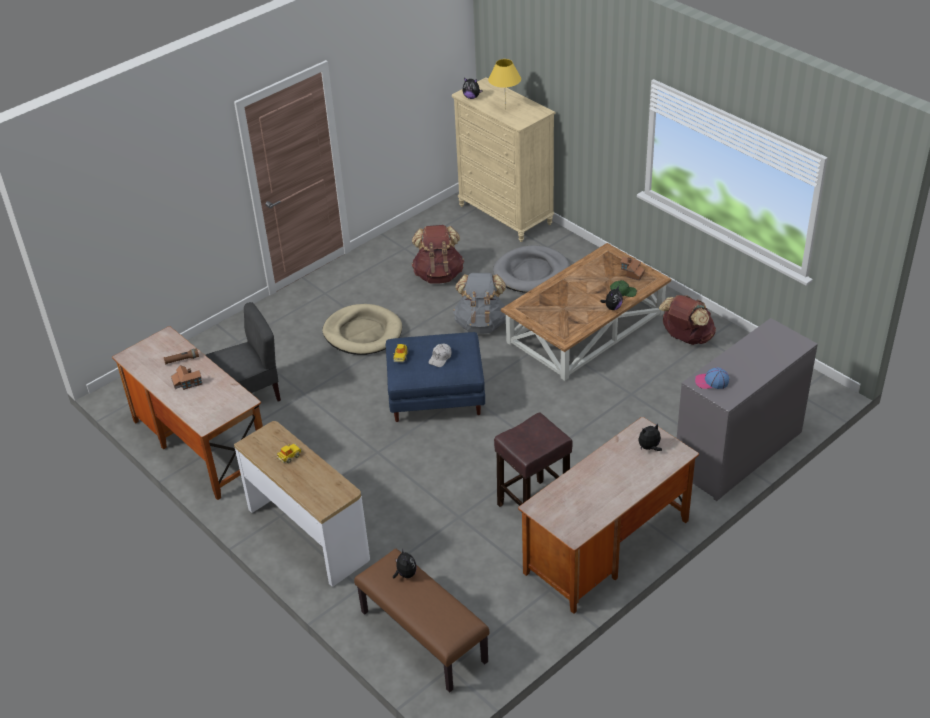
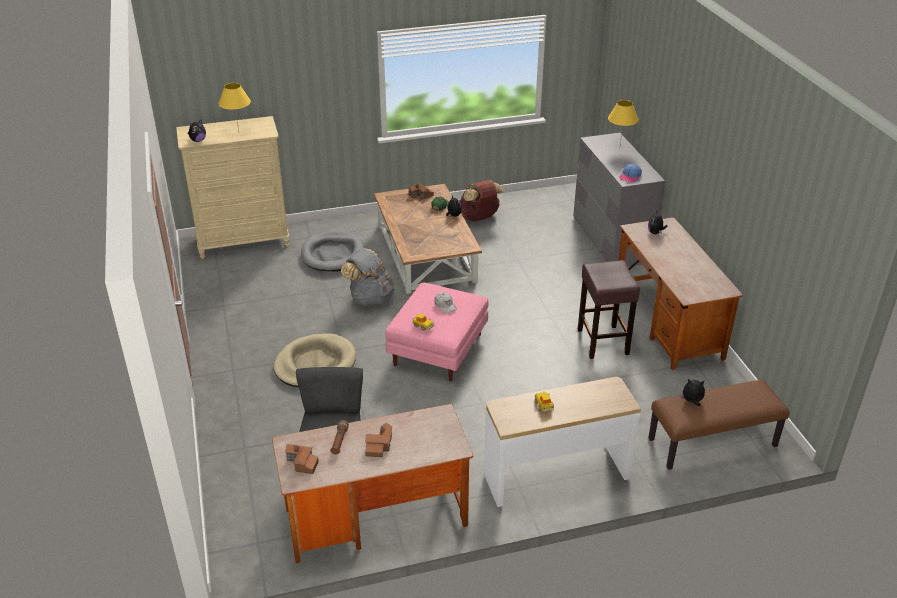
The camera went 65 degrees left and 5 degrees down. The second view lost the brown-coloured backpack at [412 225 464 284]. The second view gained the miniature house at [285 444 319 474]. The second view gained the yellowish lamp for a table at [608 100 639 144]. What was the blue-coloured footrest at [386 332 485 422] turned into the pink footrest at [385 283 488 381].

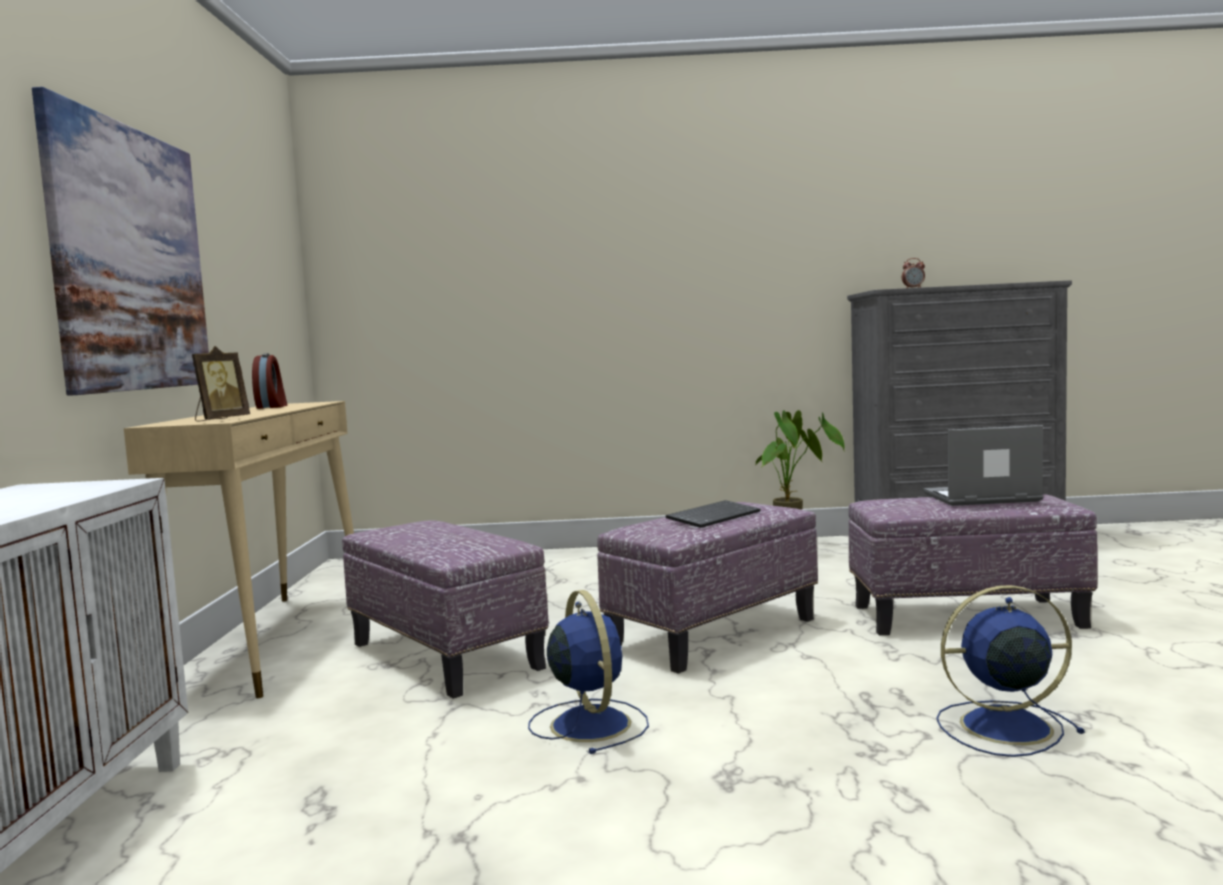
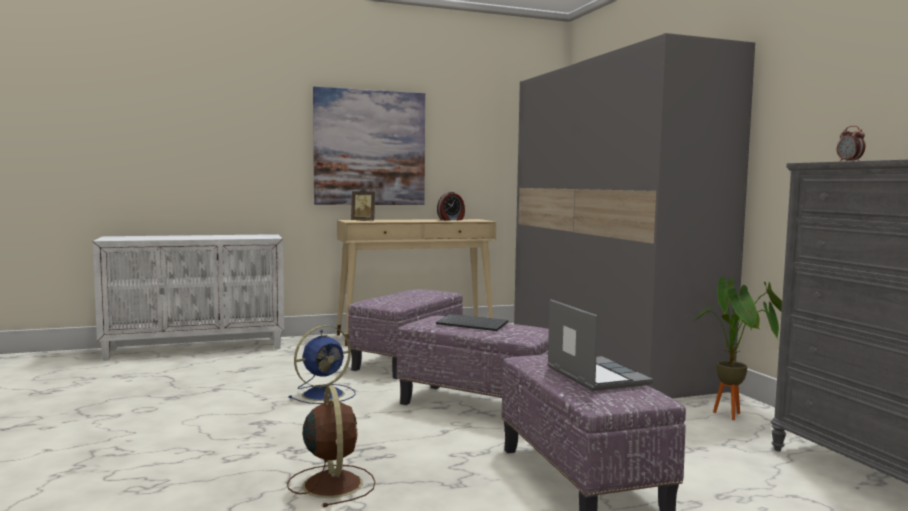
The camera went 70 degrees right and 0 degrees up. The second view gained the gray armoire at [514 33 755 398]. What was the blue-coloured fan at [936 585 1085 757] turned into the brown-coloured fan at [287 386 375 507].

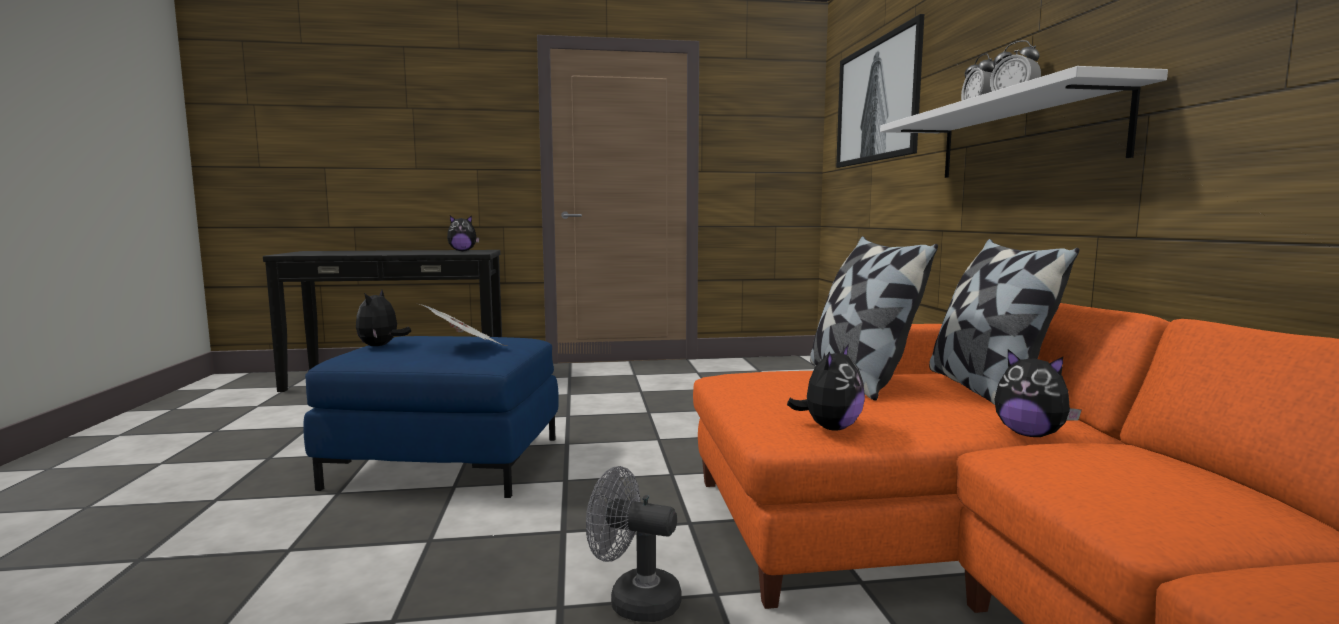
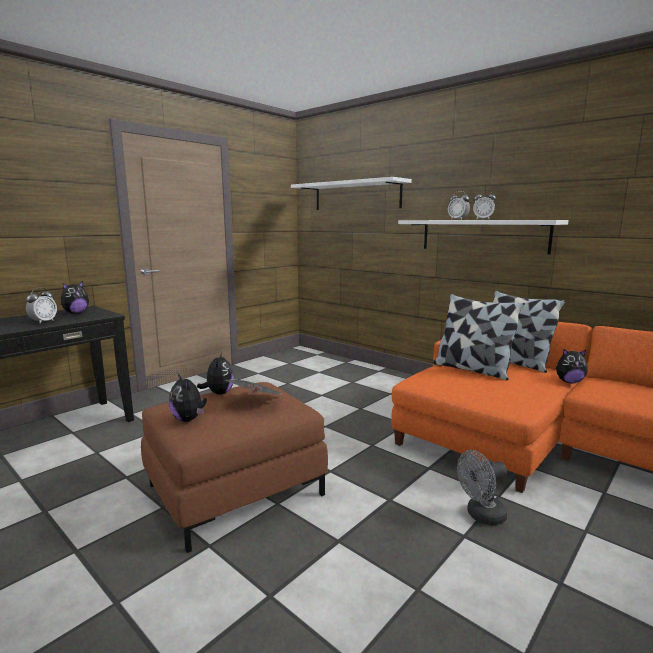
The camera went 40 degrees left and 5 degrees up. The second view gained the alarm clock at [26 287 57 323]. The plush toy ended up elsewhere, having gone from [787 344 865 430] to [197 352 234 395]. Where the wall art hung at [836 14 924 168], the white-coloured bracket shelf came to hang at [291 177 412 210]. What was the blue-coloured footrest at [303 336 559 498] turned into the brown-coloured footrest at [141 382 328 553].

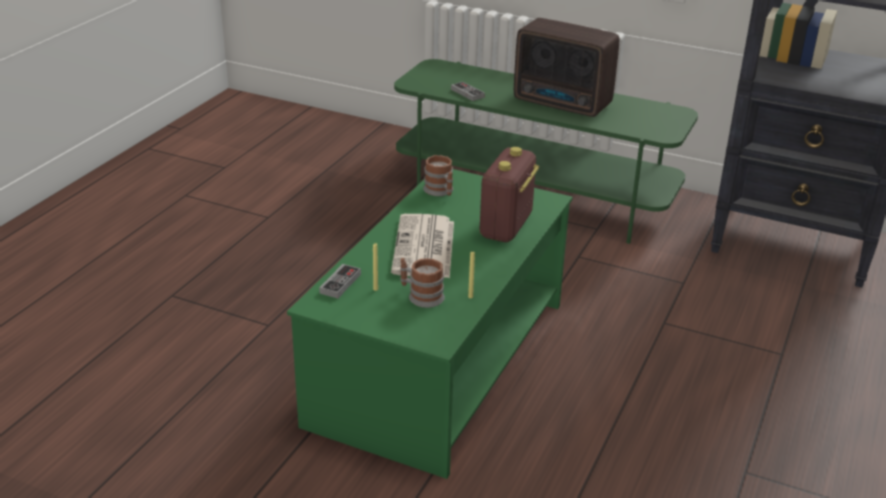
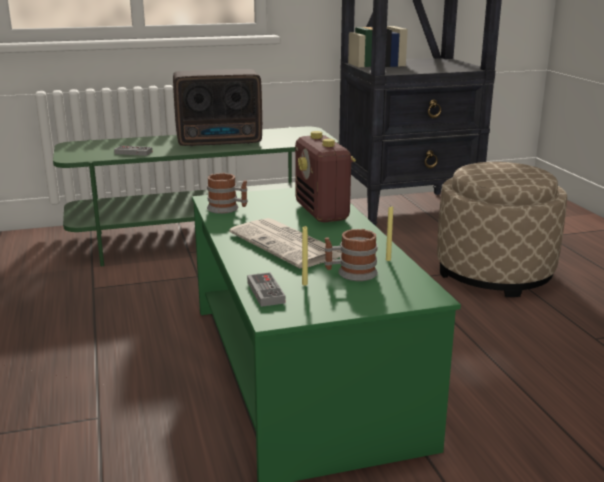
The camera went 40 degrees left and 10 degrees down. The second view gained the beige-coloured footrest at [437 162 567 297].

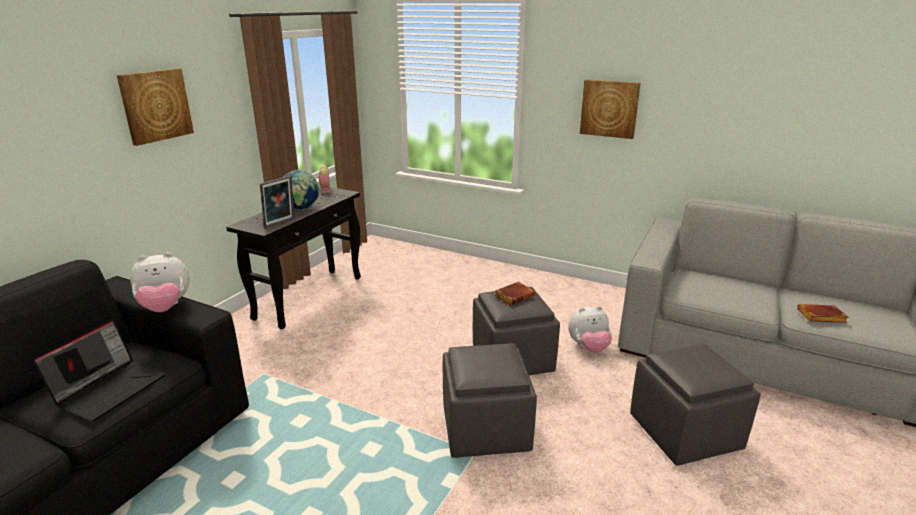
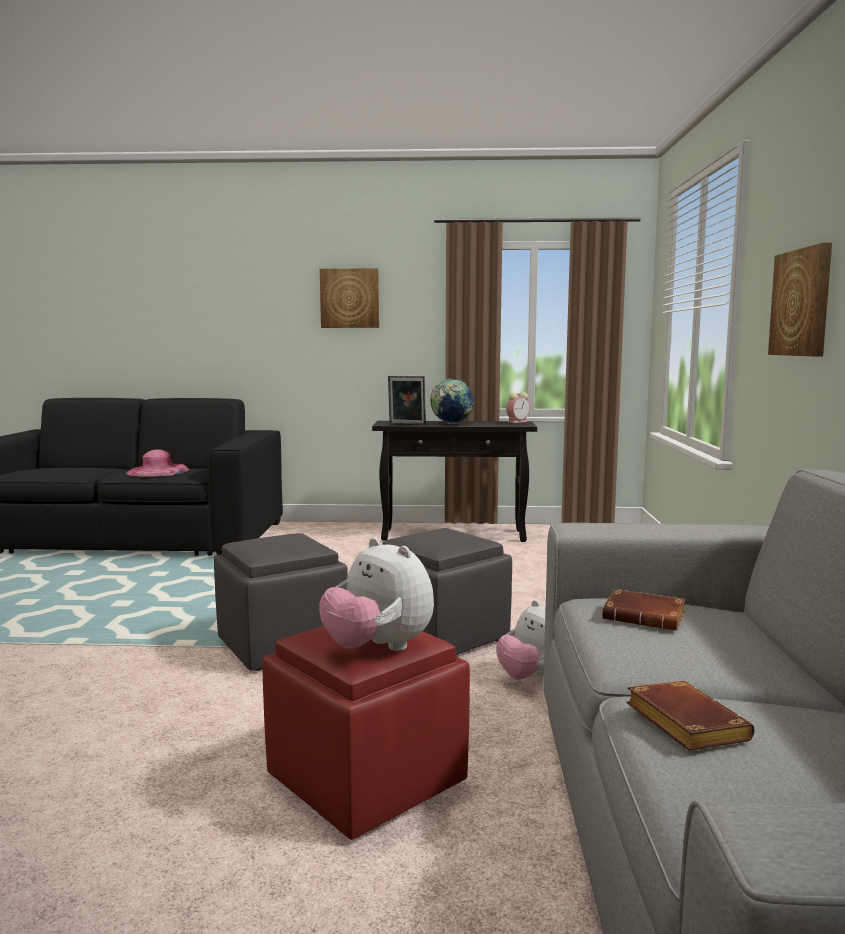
The camera went 65 degrees right and 15 degrees down. The plush toy ended up elsewhere, having gone from [130 252 190 312] to [319 537 434 651]. The brown-coloured book ended up elsewhere, having gone from [495 282 535 305] to [602 589 685 631]. Where the laptop stood at [33 319 166 422], the pink hat came to stand at [126 449 190 477]. What was the gray footrest at [630 344 761 466] turned into the red-coloured footrest at [262 626 470 840].

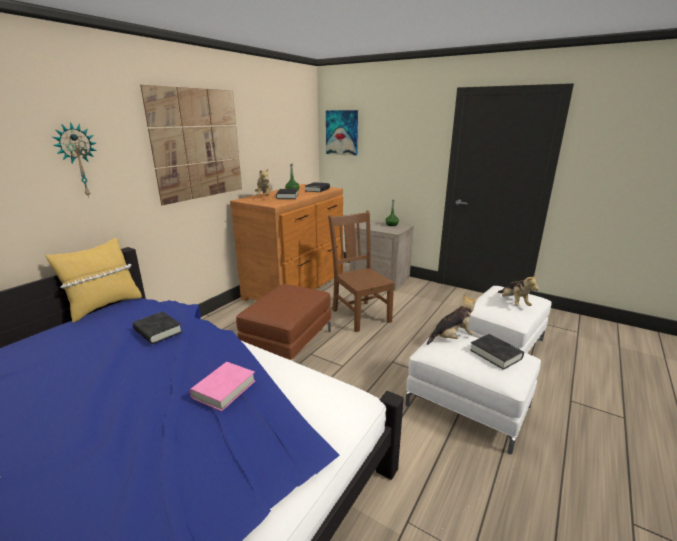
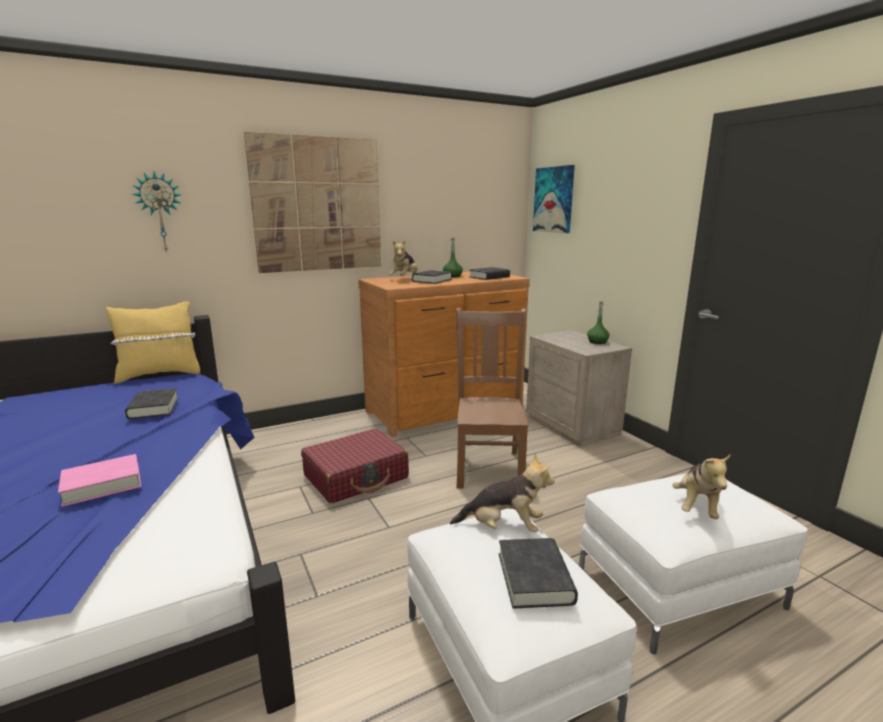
The camera went 30 degrees right and 5 degrees down. Where the brown-coloured footrest stood at [236 284 331 361], the red-coloured piece of luggage came to stand at [301 428 409 503].

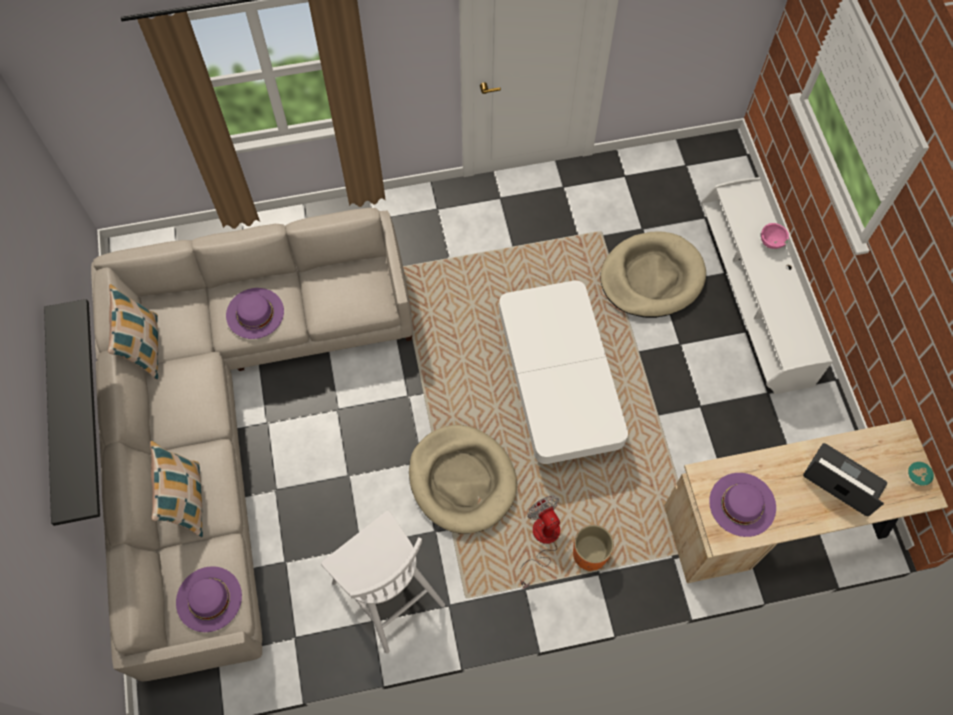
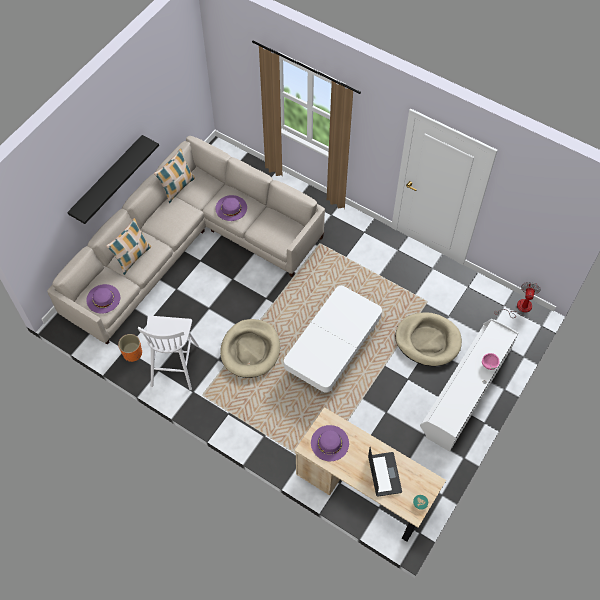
The camera went 45 degrees right and 5 degrees down. The fan ended up elsewhere, having gone from [520 496 560 589] to [494 282 541 318]. The orangey planter ended up elsewhere, having gone from [573 525 614 571] to [118 334 142 362].

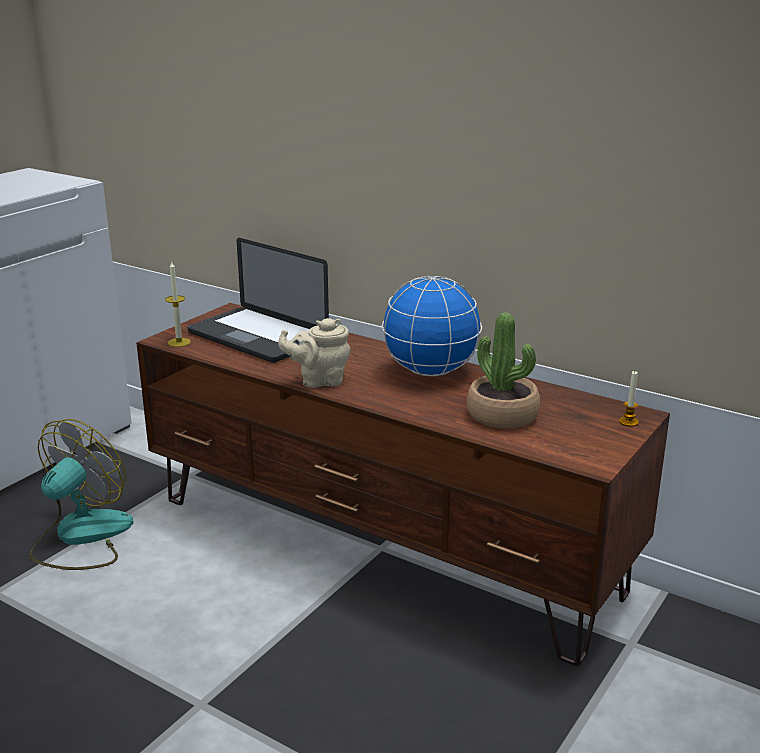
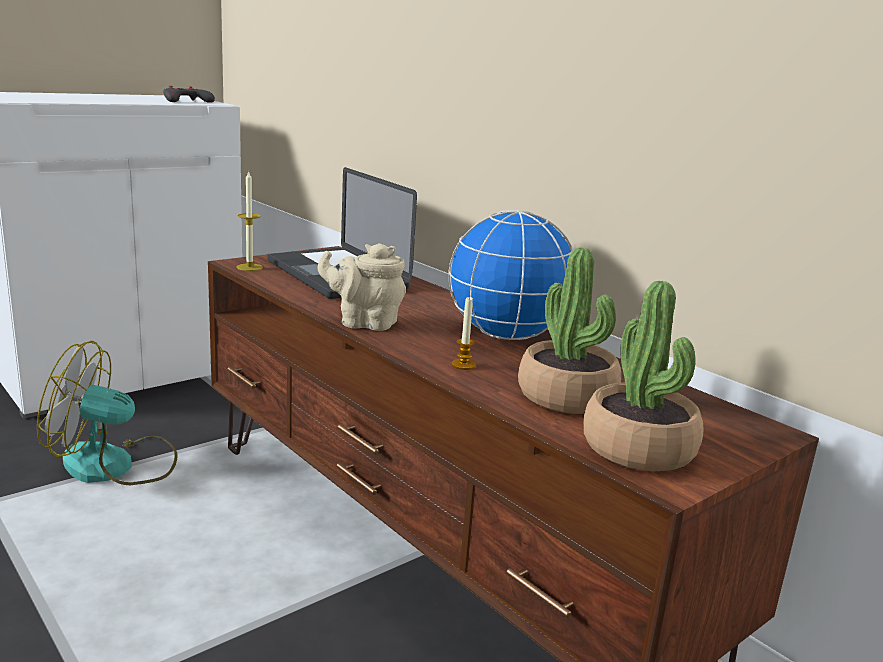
The camera went 15 degrees right and 5 degrees down. The second view gained the gray joypad at [163 86 215 103]. The second view gained the potted plant at [583 281 704 471]. The wax light ended up elsewhere, having gone from [619 371 639 427] to [452 296 476 370]. The fan at [29 419 134 570] ended up facing another way, 135 degrees counterclockwise from before.

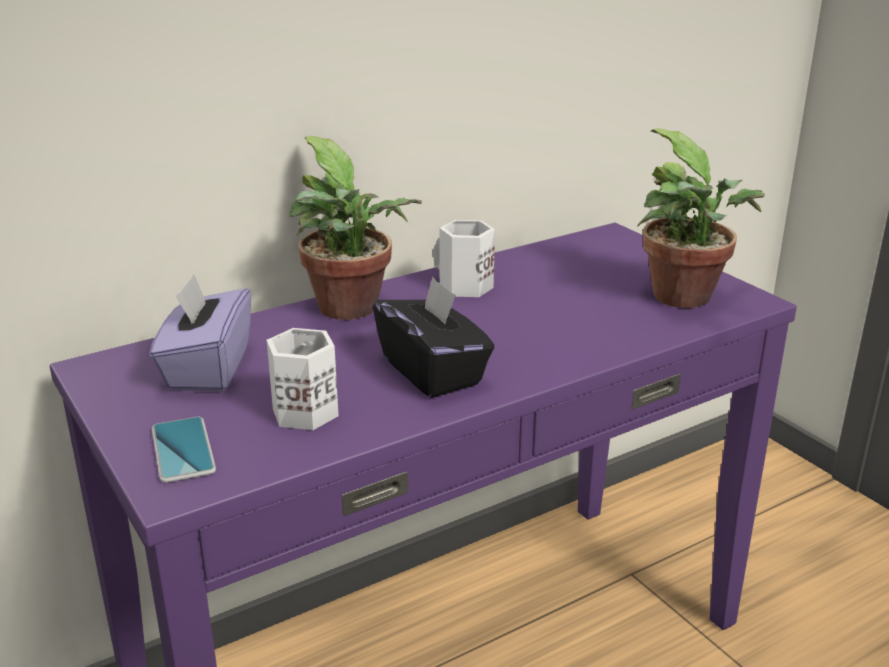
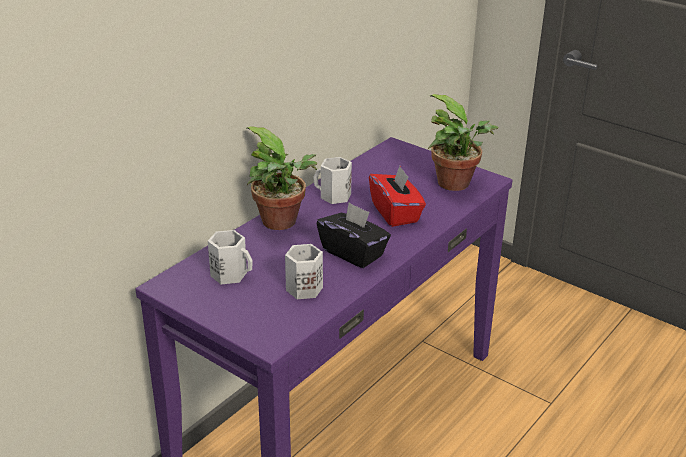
The camera went 20 degrees left and 5 degrees up. The second view lost the phone at [152 417 216 483]. The second view gained the red-coloured tissue box at [369 166 426 227]. Where the purple tissue box stood at [150 274 251 391], the white-coloured mug came to stand at [208 230 253 284].

